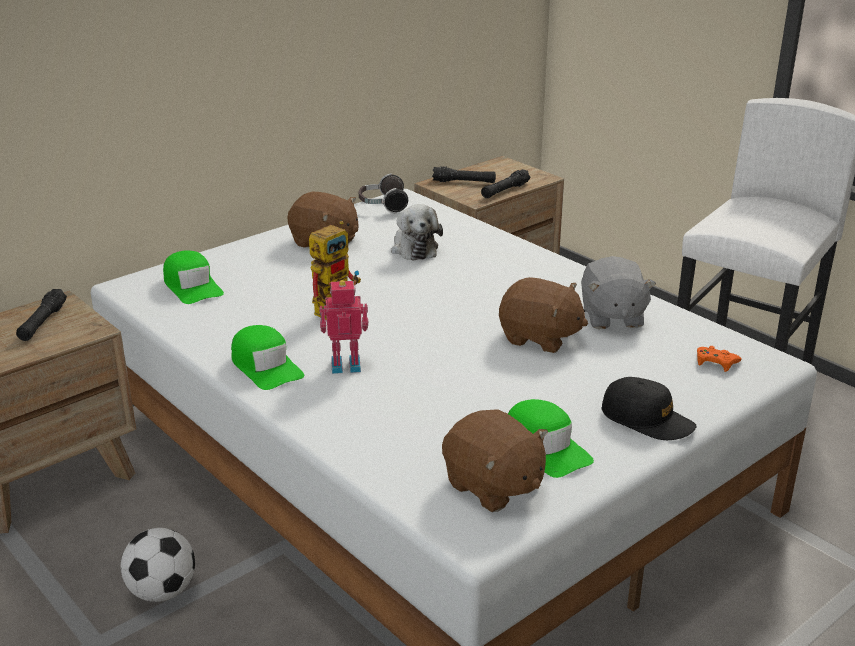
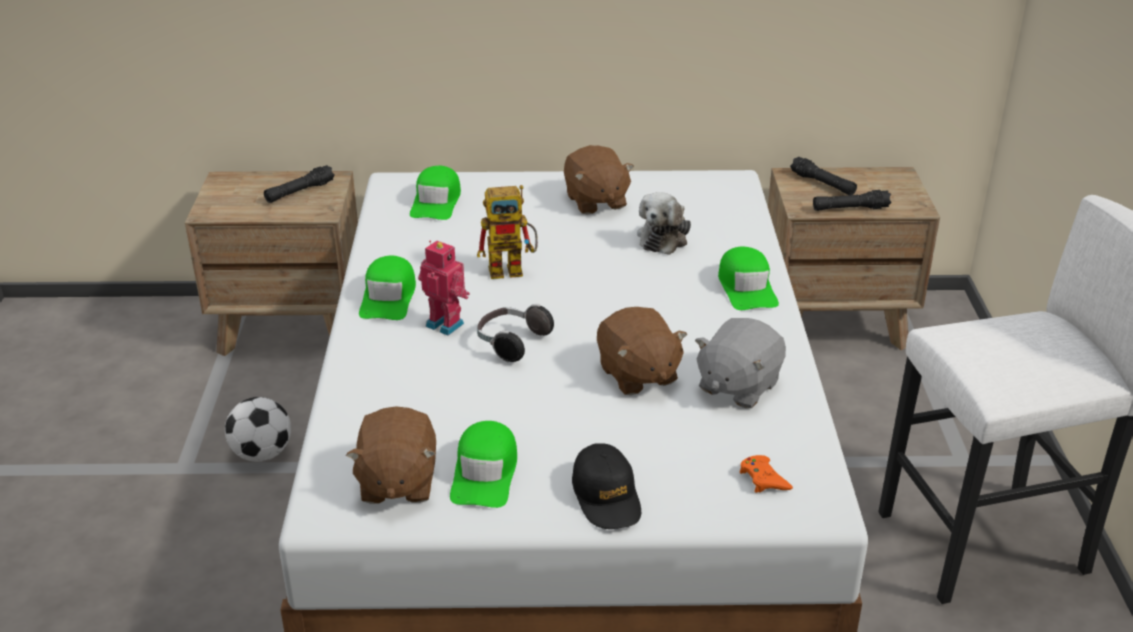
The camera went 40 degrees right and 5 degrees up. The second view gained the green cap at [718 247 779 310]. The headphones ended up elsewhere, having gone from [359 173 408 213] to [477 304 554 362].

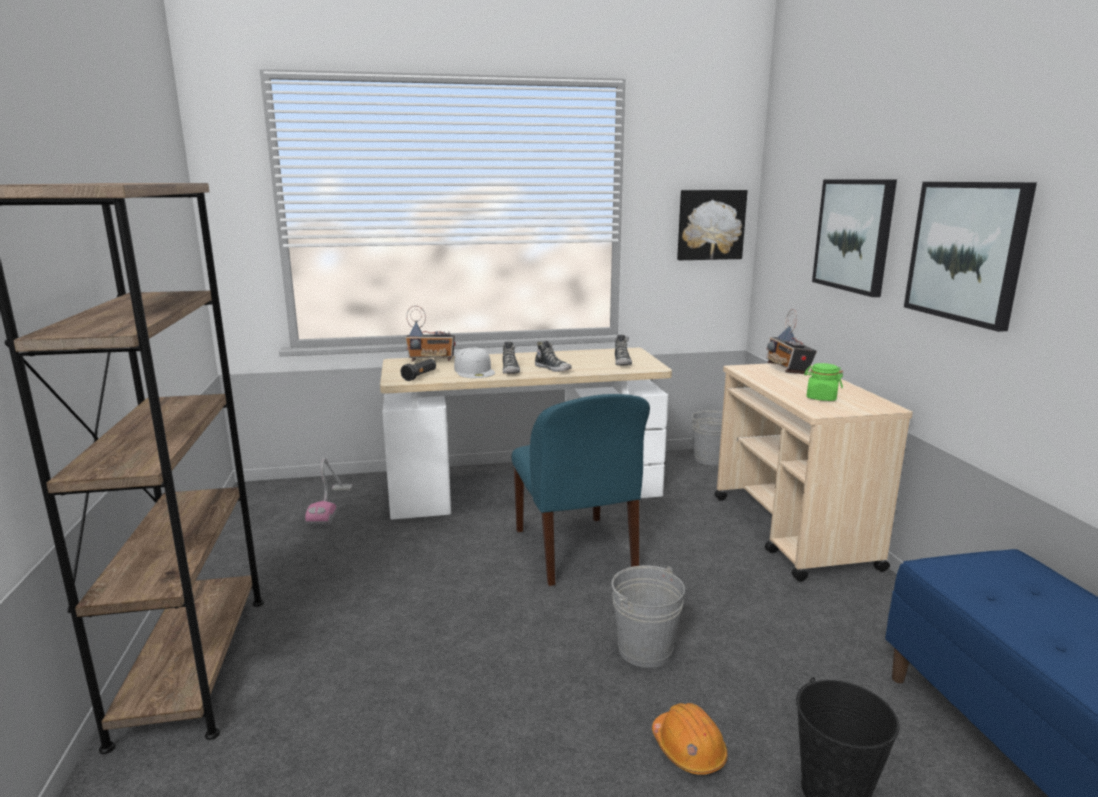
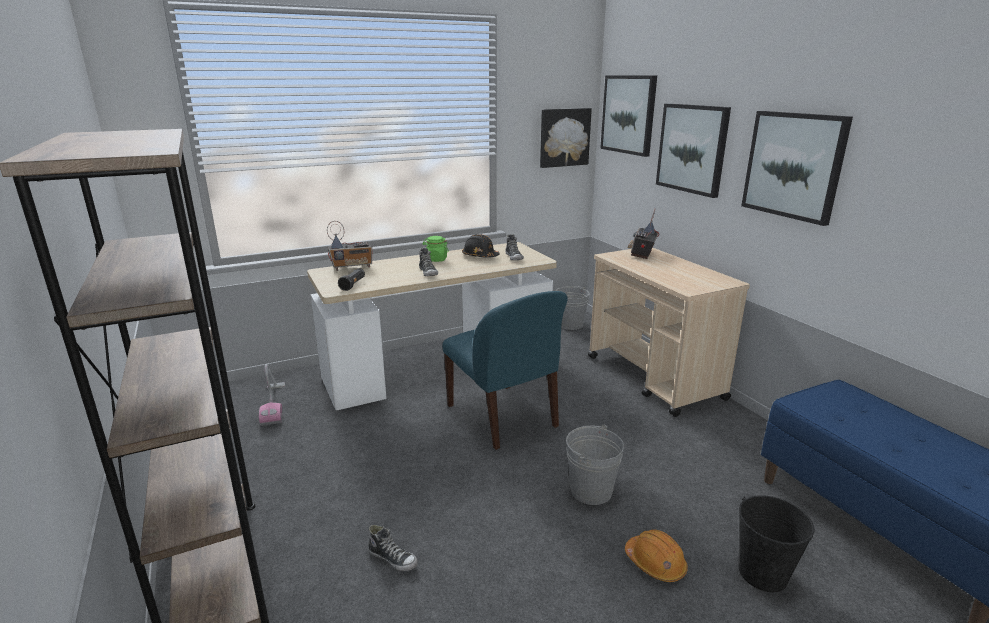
The camera went 15 degrees left and 5 degrees up. The second view lost the white-coloured cap at [454 347 495 378]. The second view gained the black-coloured work helmet at [462 234 500 258]. The second view gained the wall art at [600 75 657 157]. The shoe ended up elsewhere, having gone from [535 341 572 372] to [368 525 418 571]. The green jar ended up elsewhere, having gone from [804 363 843 401] to [423 236 449 262]. The radio set at [766 309 817 374] ended up facing another way, 45 degrees clockwise from before.

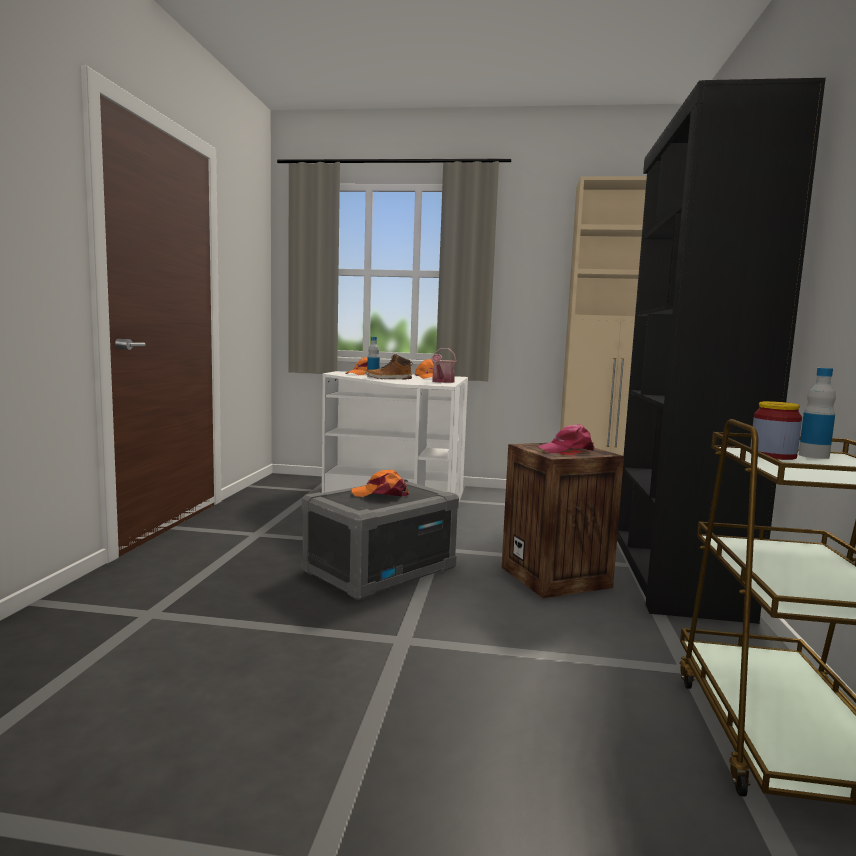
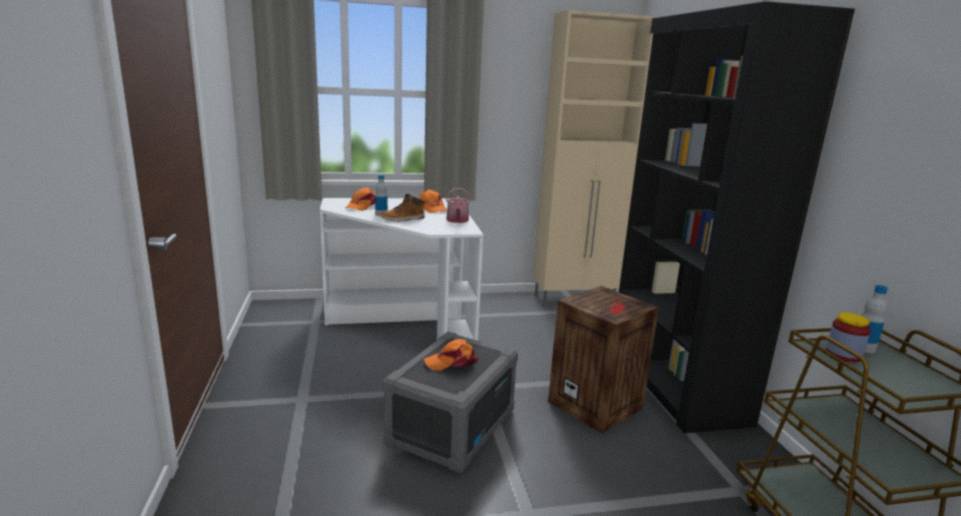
The camera went 20 degrees left and 10 degrees up. The second view lost the pink cap at [537 424 594 453].

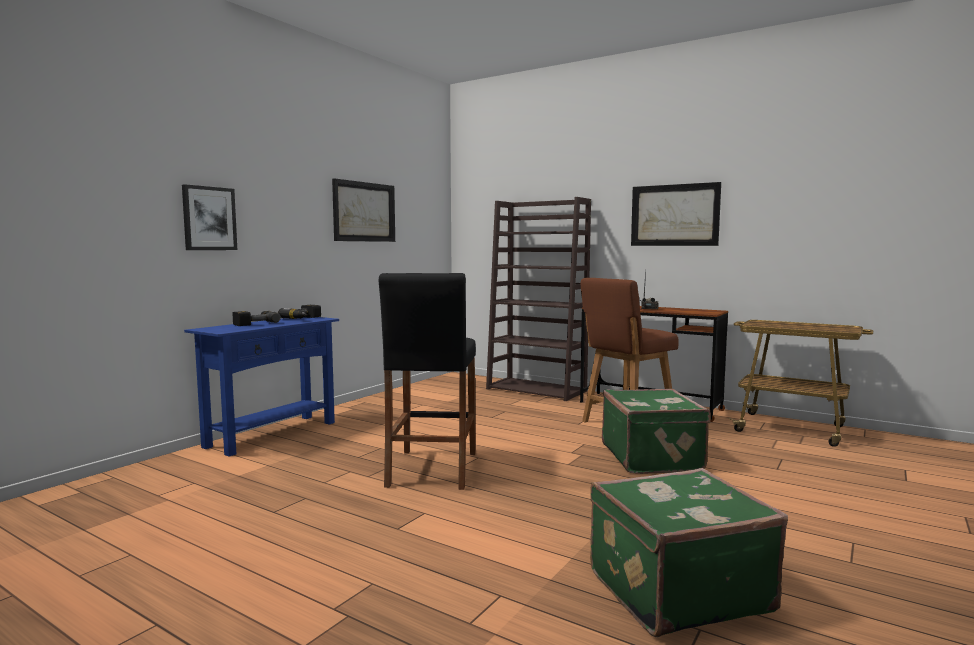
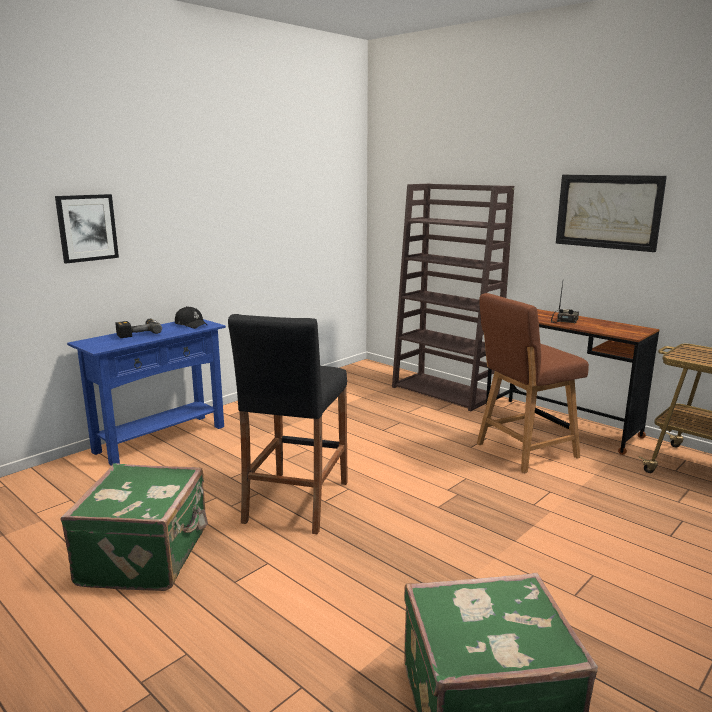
The camera went 10 degrees right and 10 degrees up. The second view lost the wall art at [332 178 395 242]. The green piece of luggage ended up elsewhere, having gone from [602 389 711 474] to [60 463 208 591]. Where the electric drill stood at [278 305 321 319], the black-coloured cap came to stand at [175 306 208 329].

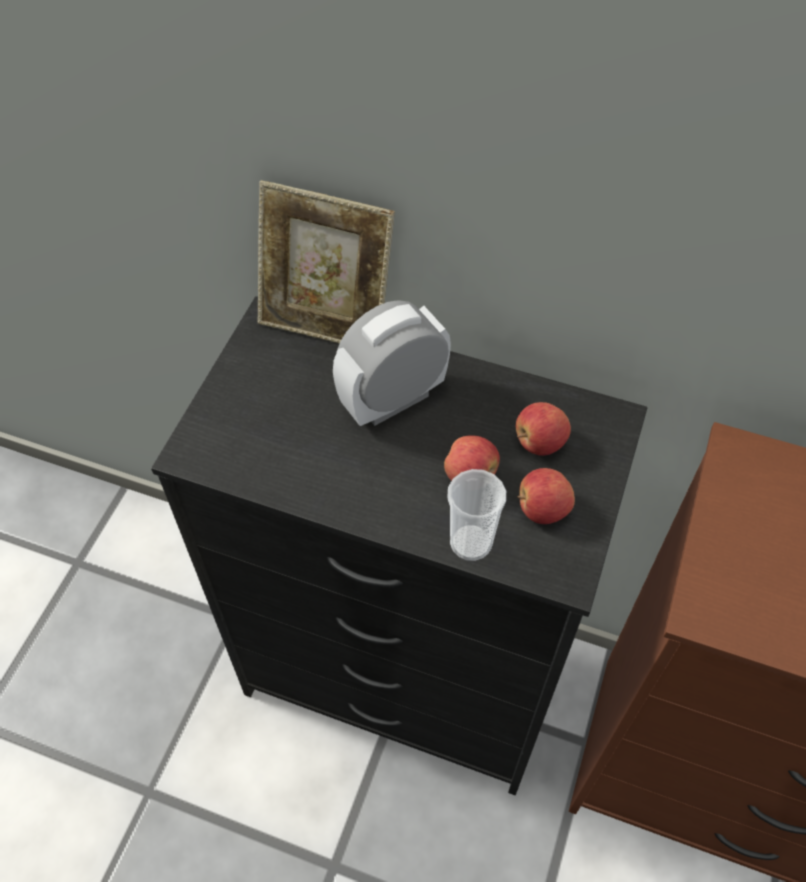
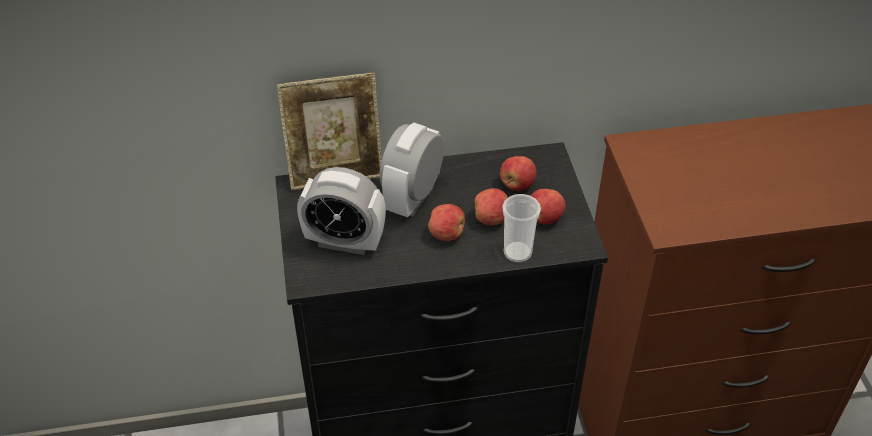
The camera went 30 degrees left and 10 degrees down. The second view gained the alarm clock at [297 167 386 255]. The second view gained the whole apple at [428 204 465 241].

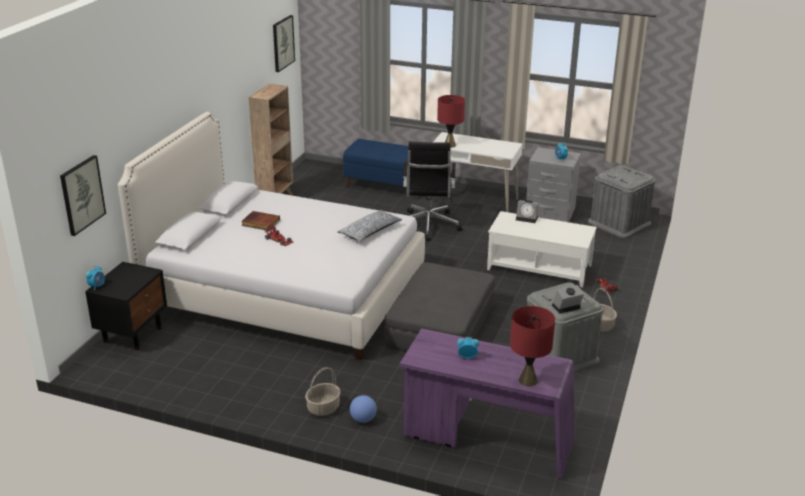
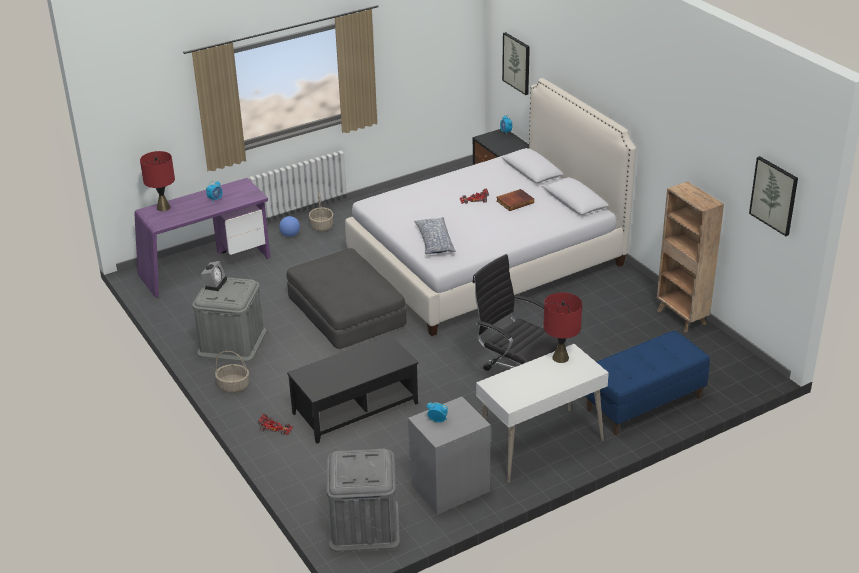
The camera went 130 degrees right and 5 degrees up. The second view lost the alarm clock at [516 200 539 223]. What was the white-coloured lounge table at [487 211 597 288] turned into the black-coloured lounge table at [287 335 418 444].

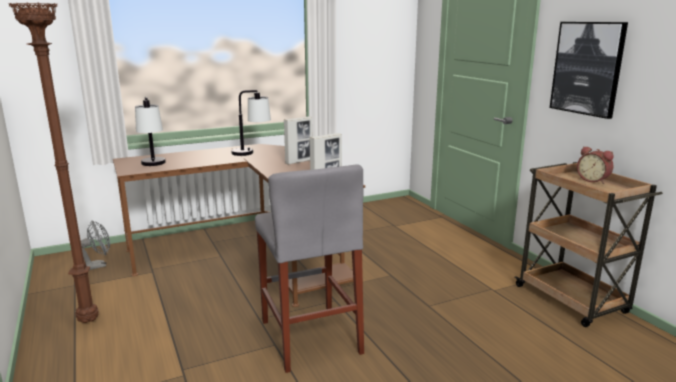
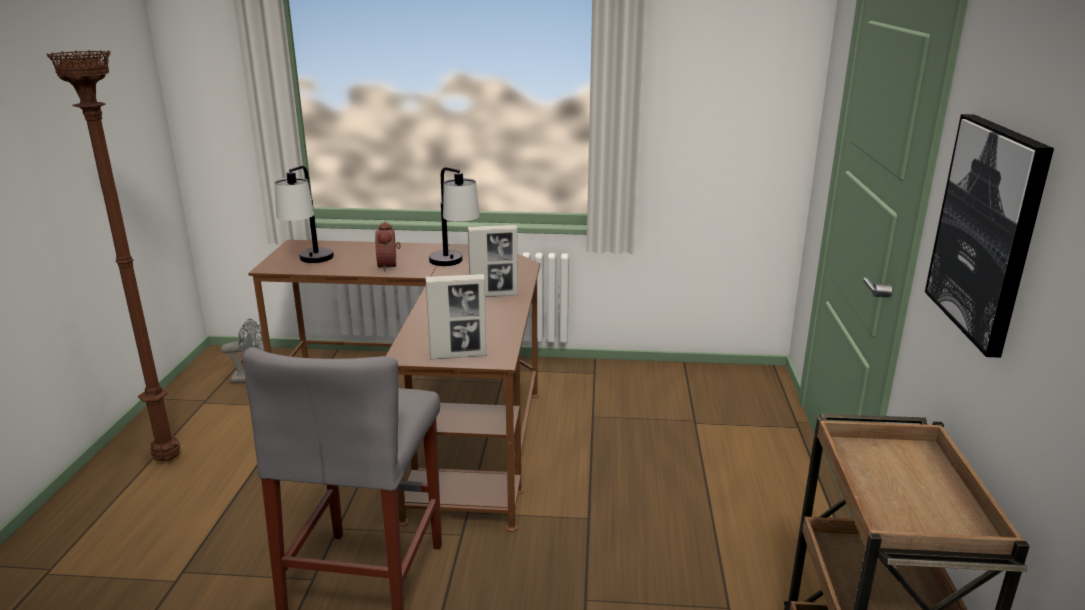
The camera went 30 degrees right and 5 degrees up. The alarm clock ended up elsewhere, having gone from [577 146 614 184] to [375 222 401 272].

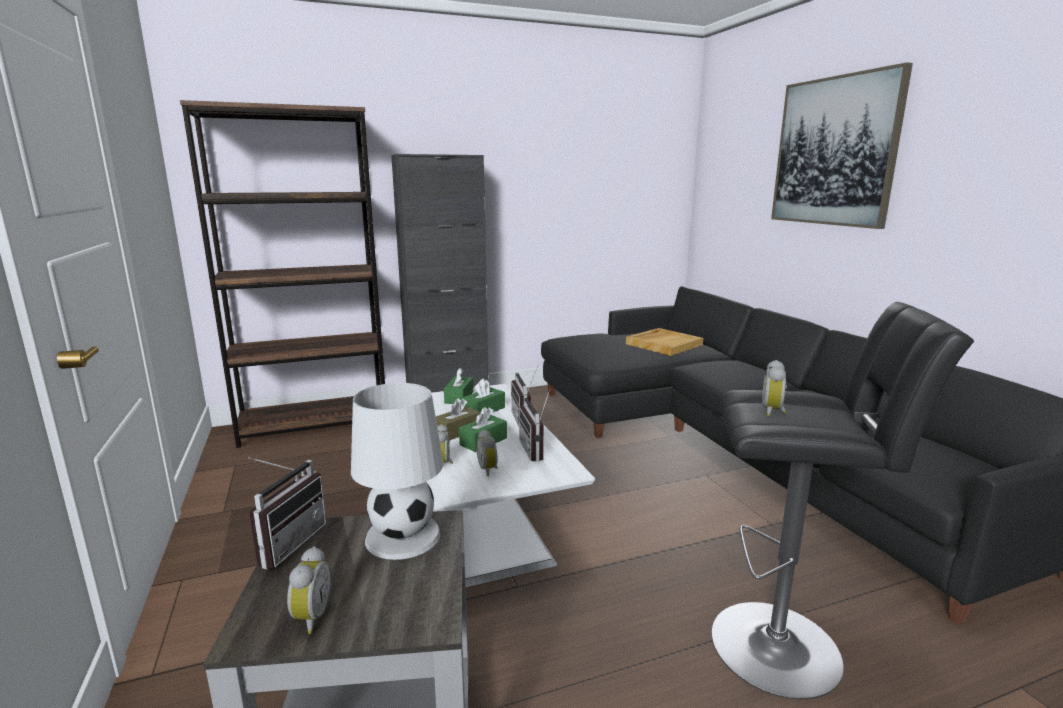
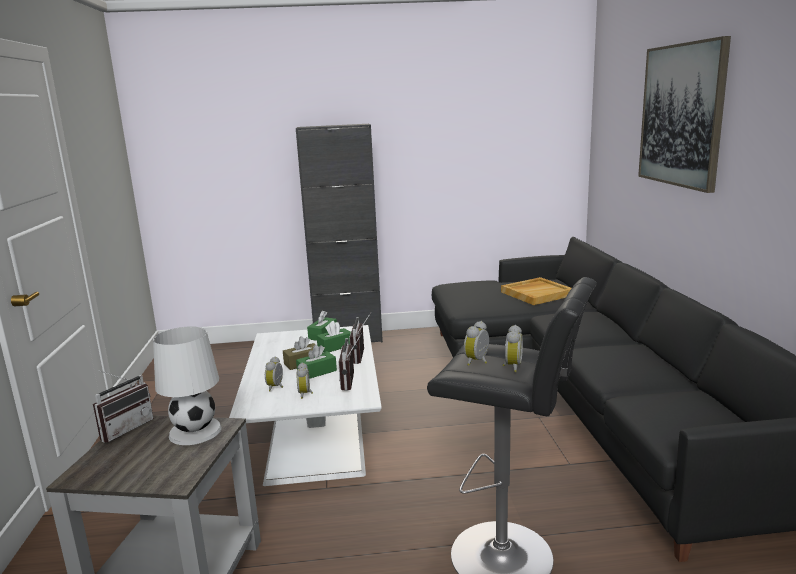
The camera went 15 degrees right and 0 degrees up. The second view lost the brown-coloured shelving unit at [180 100 385 448]. The alarm clock ended up elsewhere, having gone from [287 546 332 634] to [502 325 523 372].

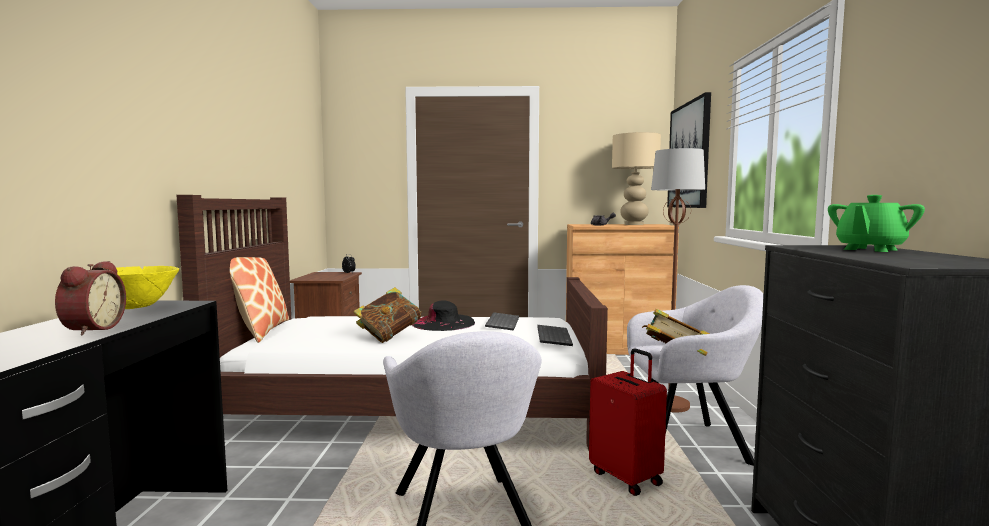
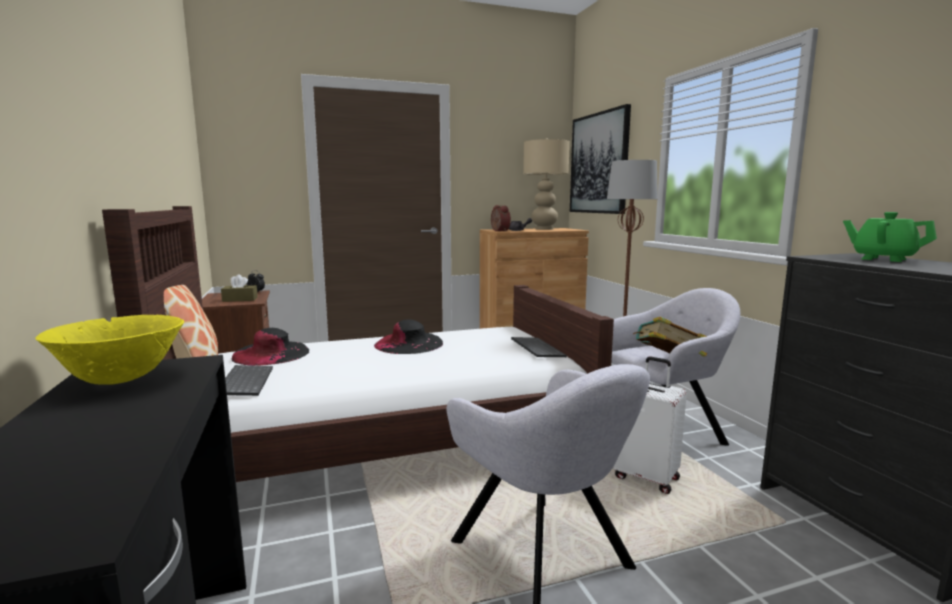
The camera went 20 degrees left and 5 degrees up. The second view lost the book at [353 287 422 343]. The second view gained the brown-coloured tissue box at [221 274 258 302]. The second view gained the black-coloured hat at [232 328 309 366]. The alarm clock ended up elsewhere, having gone from [55 261 126 335] to [491 205 511 231]. The keyboard ended up elsewhere, having gone from [485 312 519 331] to [225 365 273 396]. What was the red-coloured piece of luggage at [589 348 667 496] turned into the white-coloured piece of luggage at [613 356 687 494]. The green tea pot at [828 195 925 252] ended up facing another way, 105 degrees clockwise from before.

